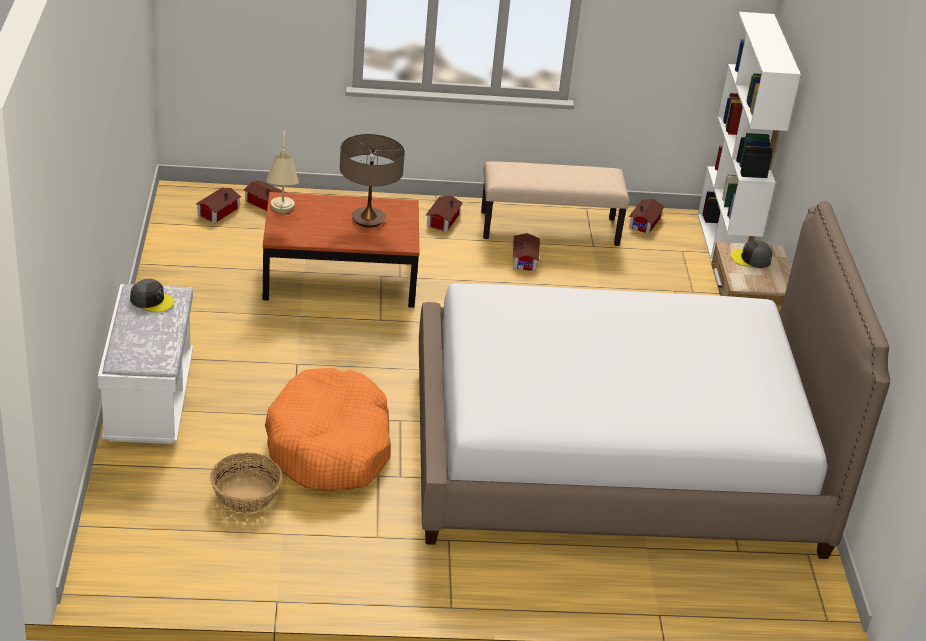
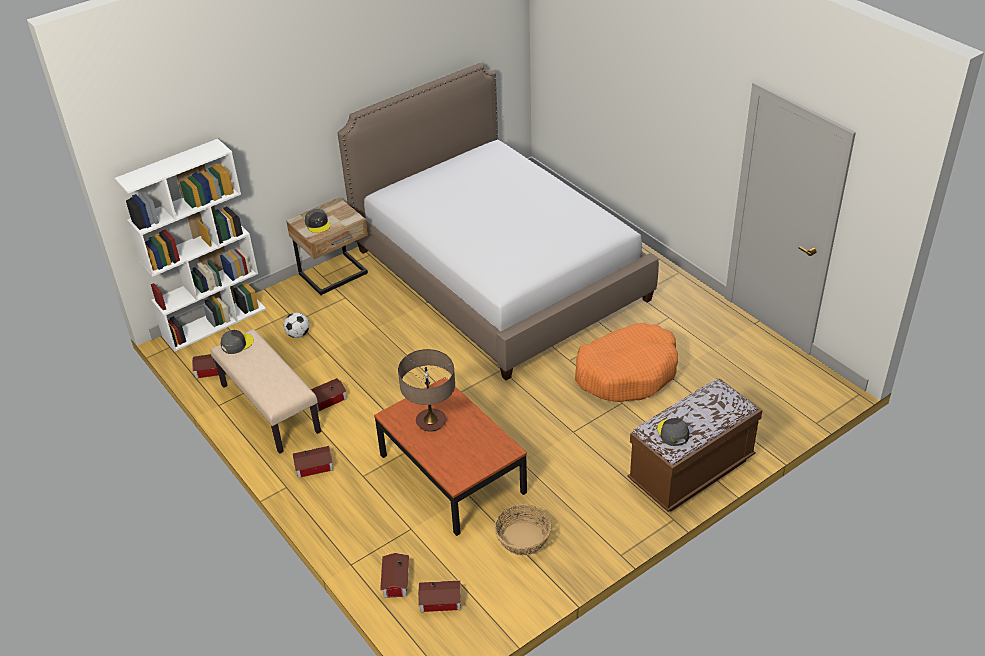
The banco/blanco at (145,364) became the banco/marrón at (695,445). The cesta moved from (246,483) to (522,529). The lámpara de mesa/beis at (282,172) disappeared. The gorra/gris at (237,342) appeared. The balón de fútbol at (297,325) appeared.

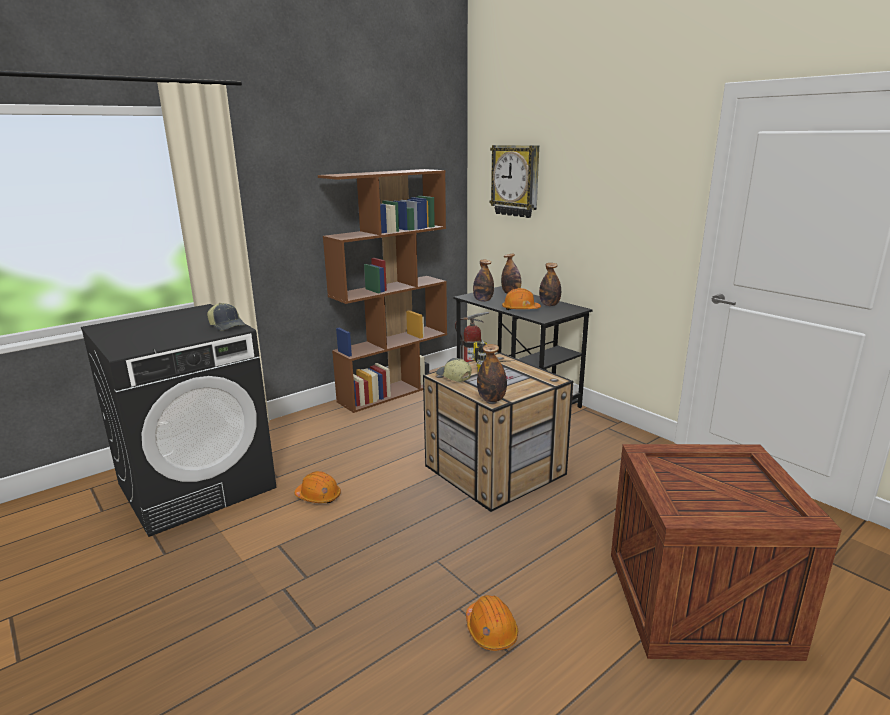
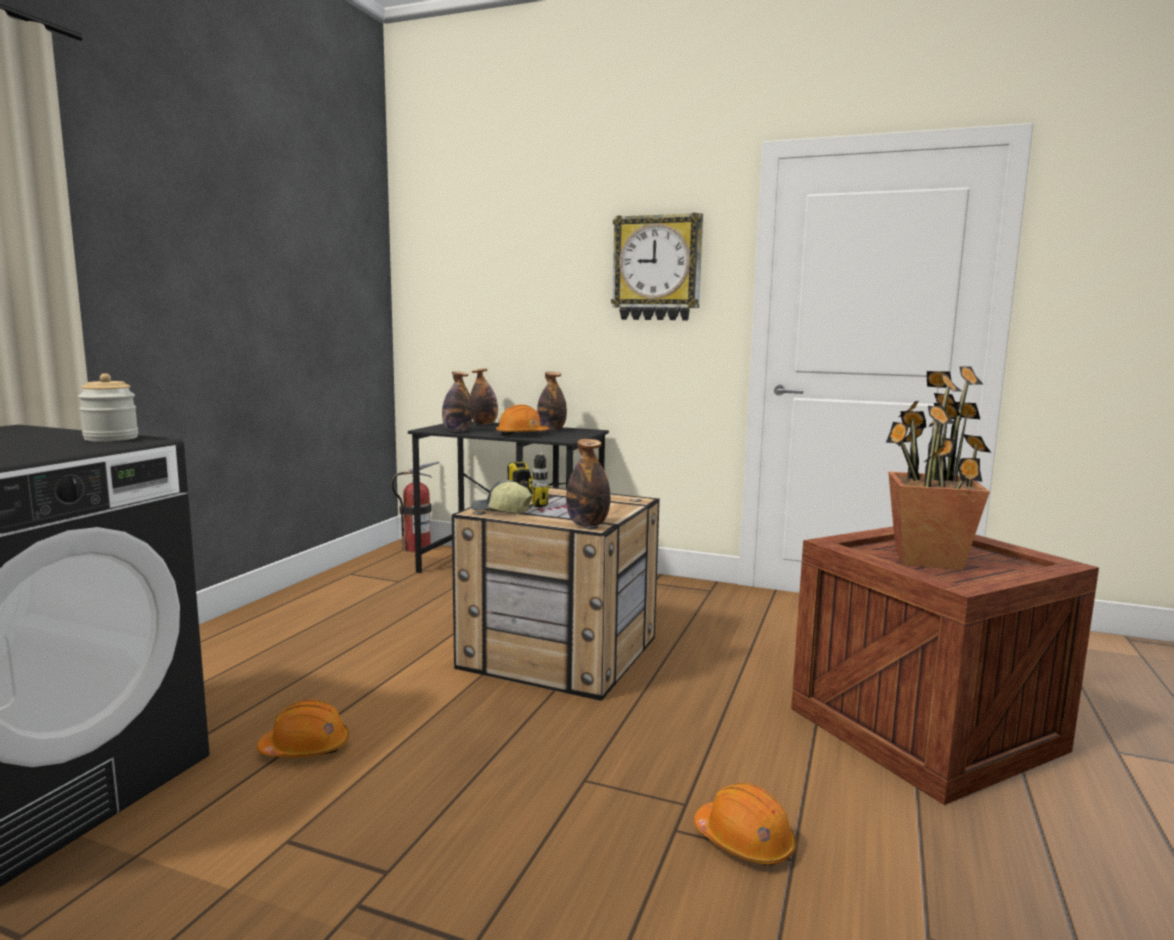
The gorra at (226,317) was replaced by the tarro at (108,407). The estantería/marrón at (382,291) disappeared. The reloj de pared moved from (514,181) to (657,266). The planta en maceta at (938,468) appeared.

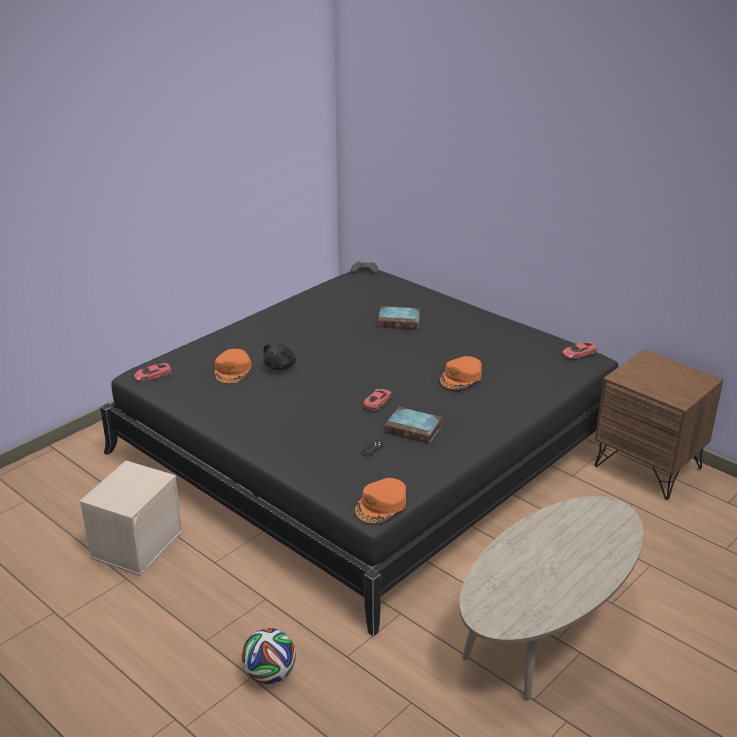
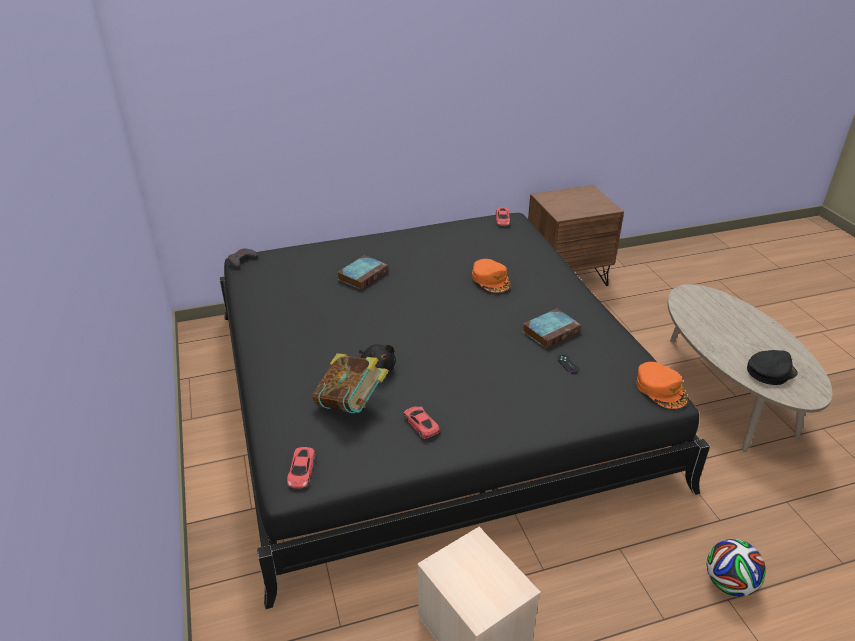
The gorra/naranja at (233,366) was replaced by the libro at (350,383). The coche de juguete/rojo moved from (377,399) to (421,423). The gorra/negro at (772,367) appeared.

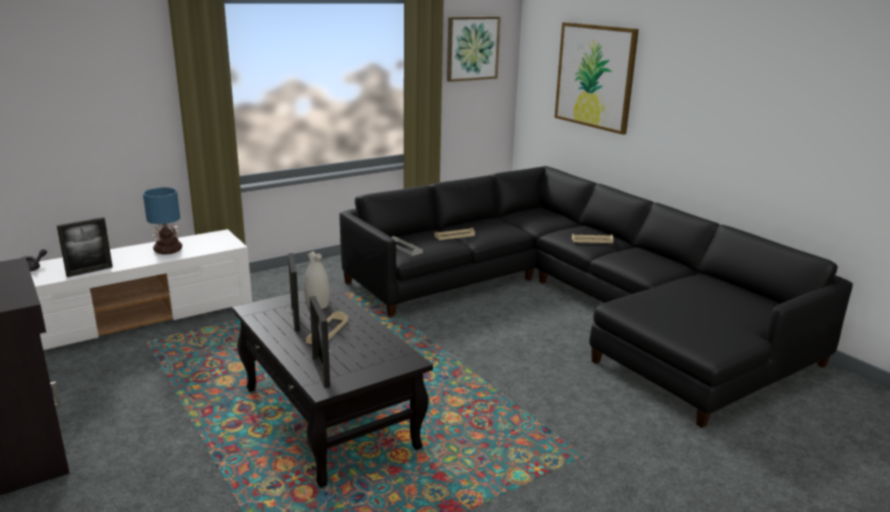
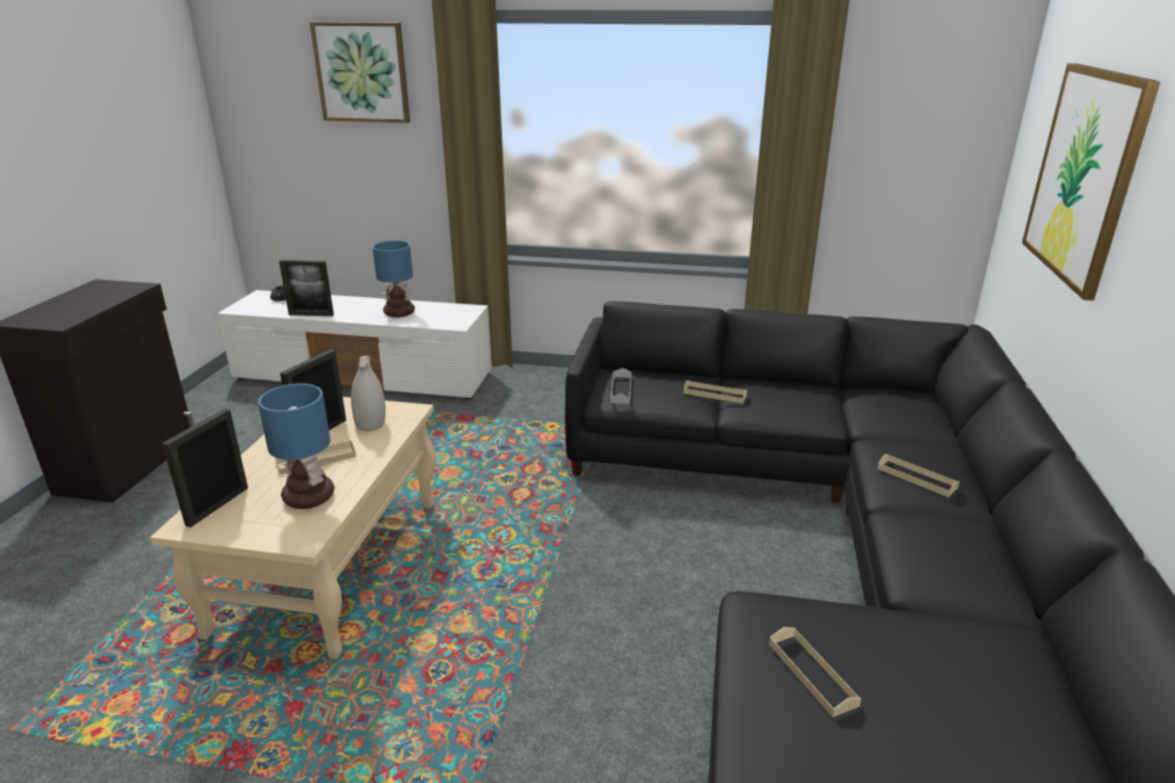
The mesa de centro/negro at (332,386) became the mesa de centro/beis at (293,528). The cuadro moved from (474,49) to (360,72). The lámpara de mesa at (296,446) appeared. The bandeja/beis at (815,672) appeared.

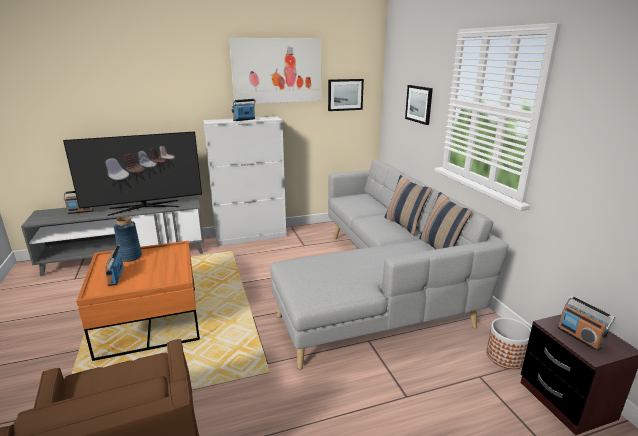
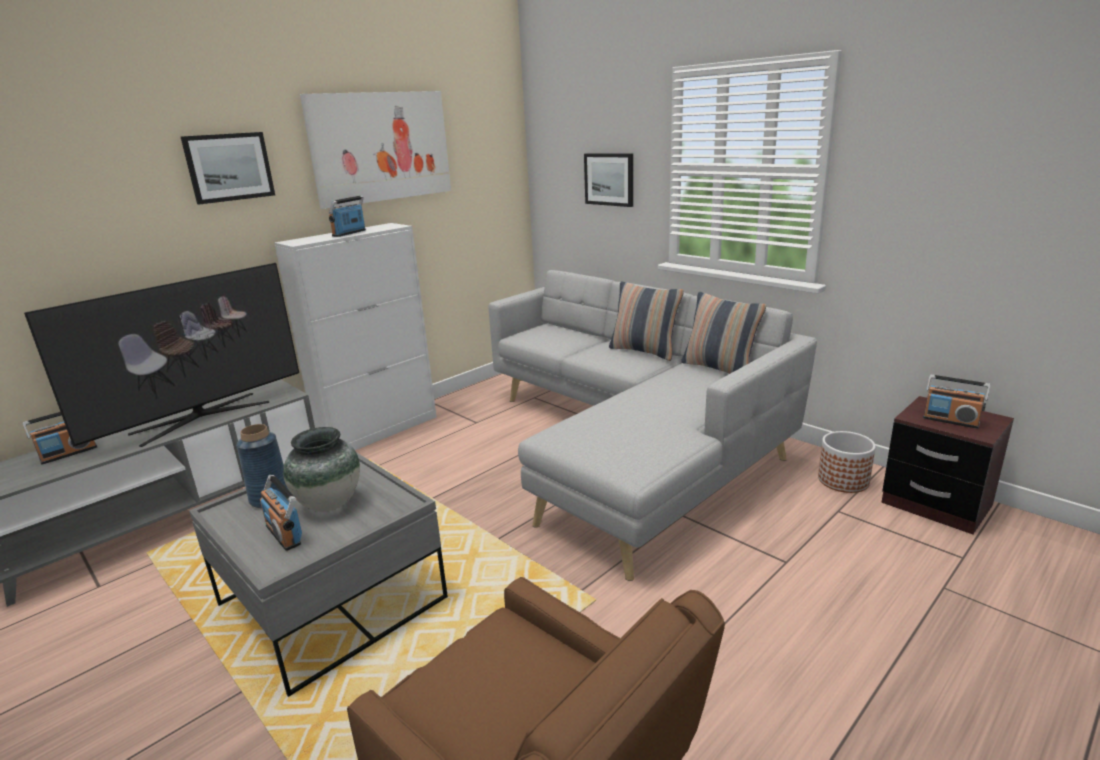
The mesa de centro/naranja at (138,301) became the mesa de centro/gris at (318,574). The cuadro moved from (346,95) to (228,168). The florero at (321,469) appeared.

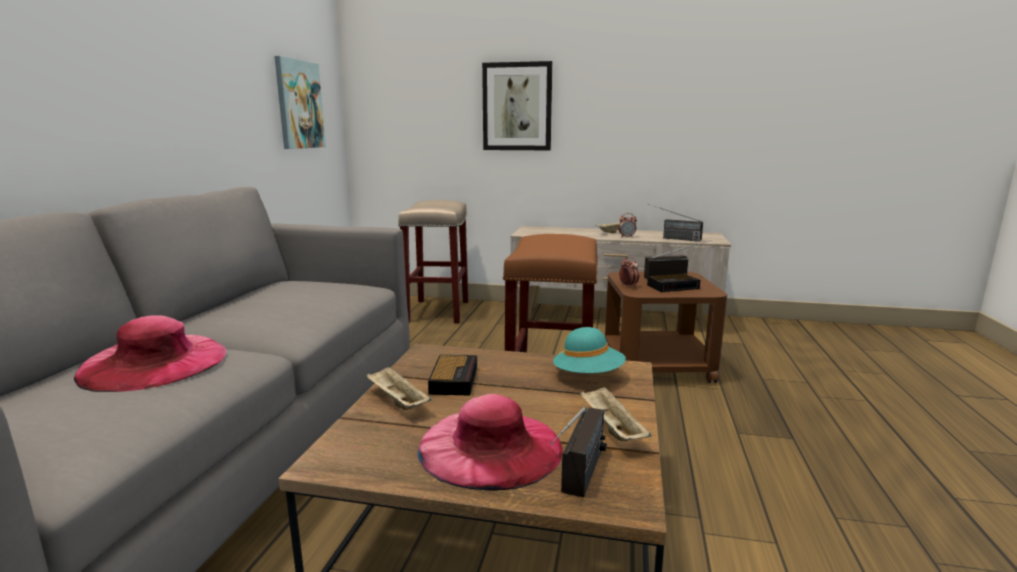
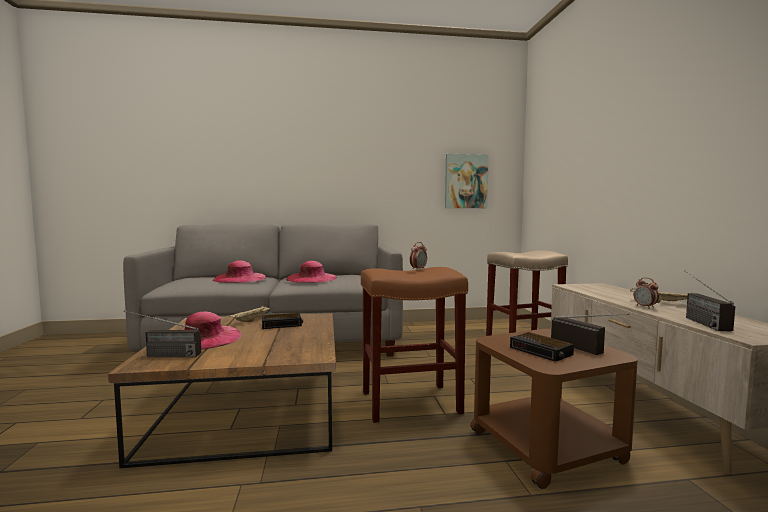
The cuadro at (517,105) disappeared. The sombrero/turquesa at (589,350) disappeared. The bandeja/beis at (616,413) disappeared. The despertador moved from (629,272) to (418,256). The sombrero/rosa at (311,272) appeared.

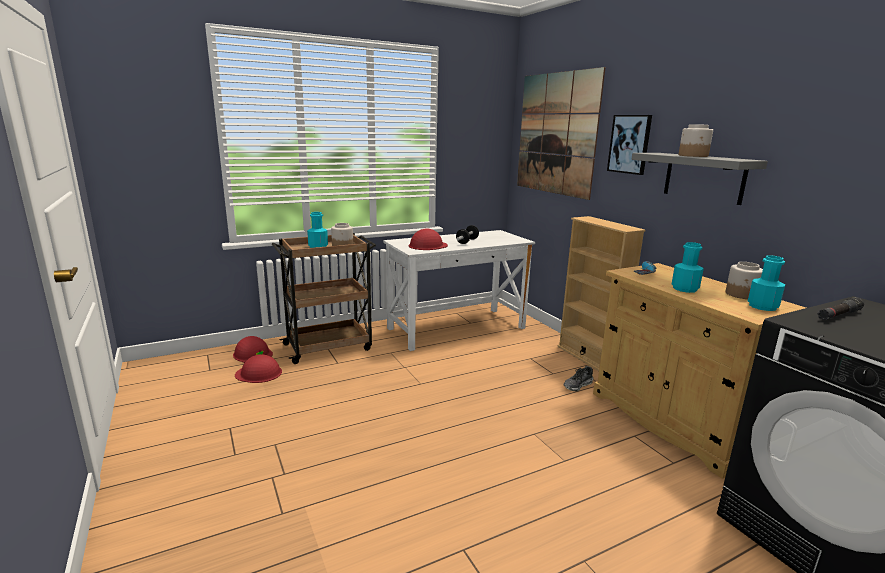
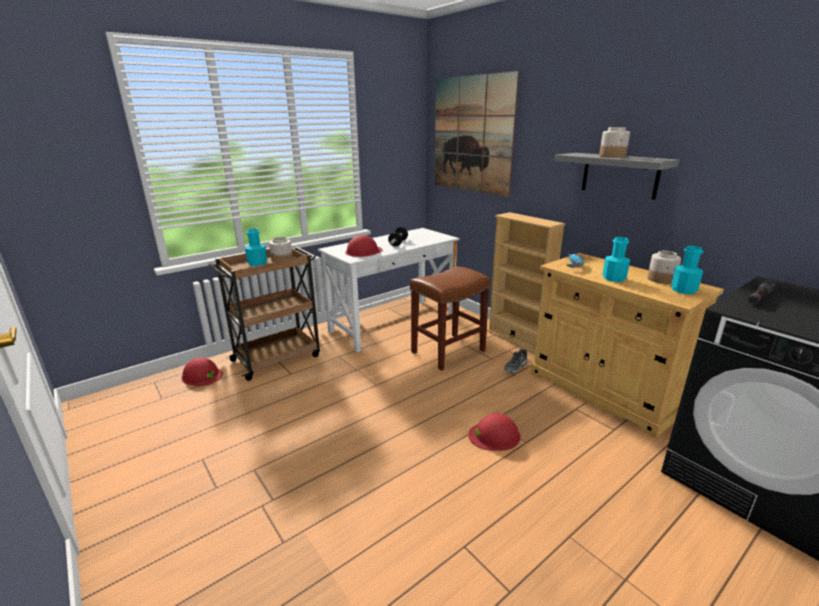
The casco/rojo moved from (258,368) to (494,432). The cuadro at (629,145) disappeared. The taburete/marrón at (450,318) appeared.

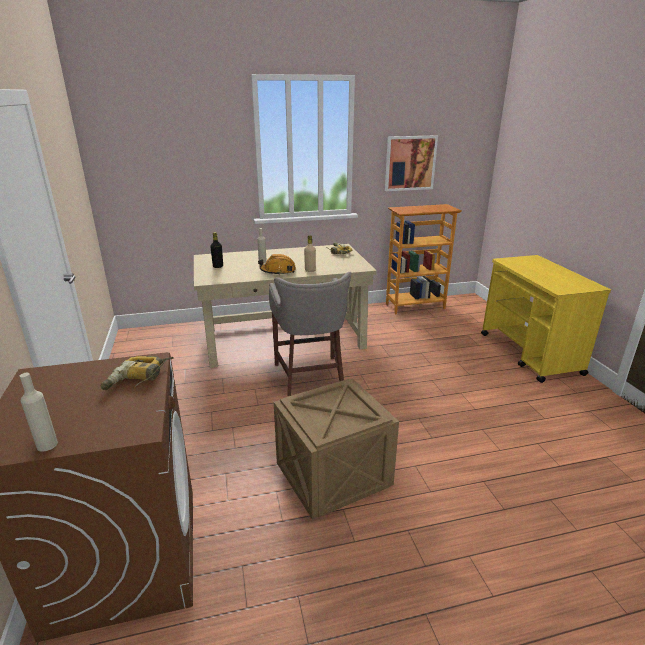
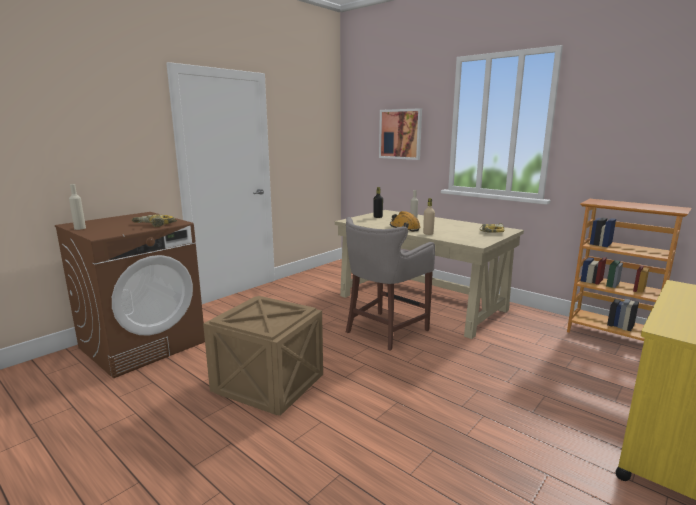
The cuadro moved from (411,163) to (400,134).

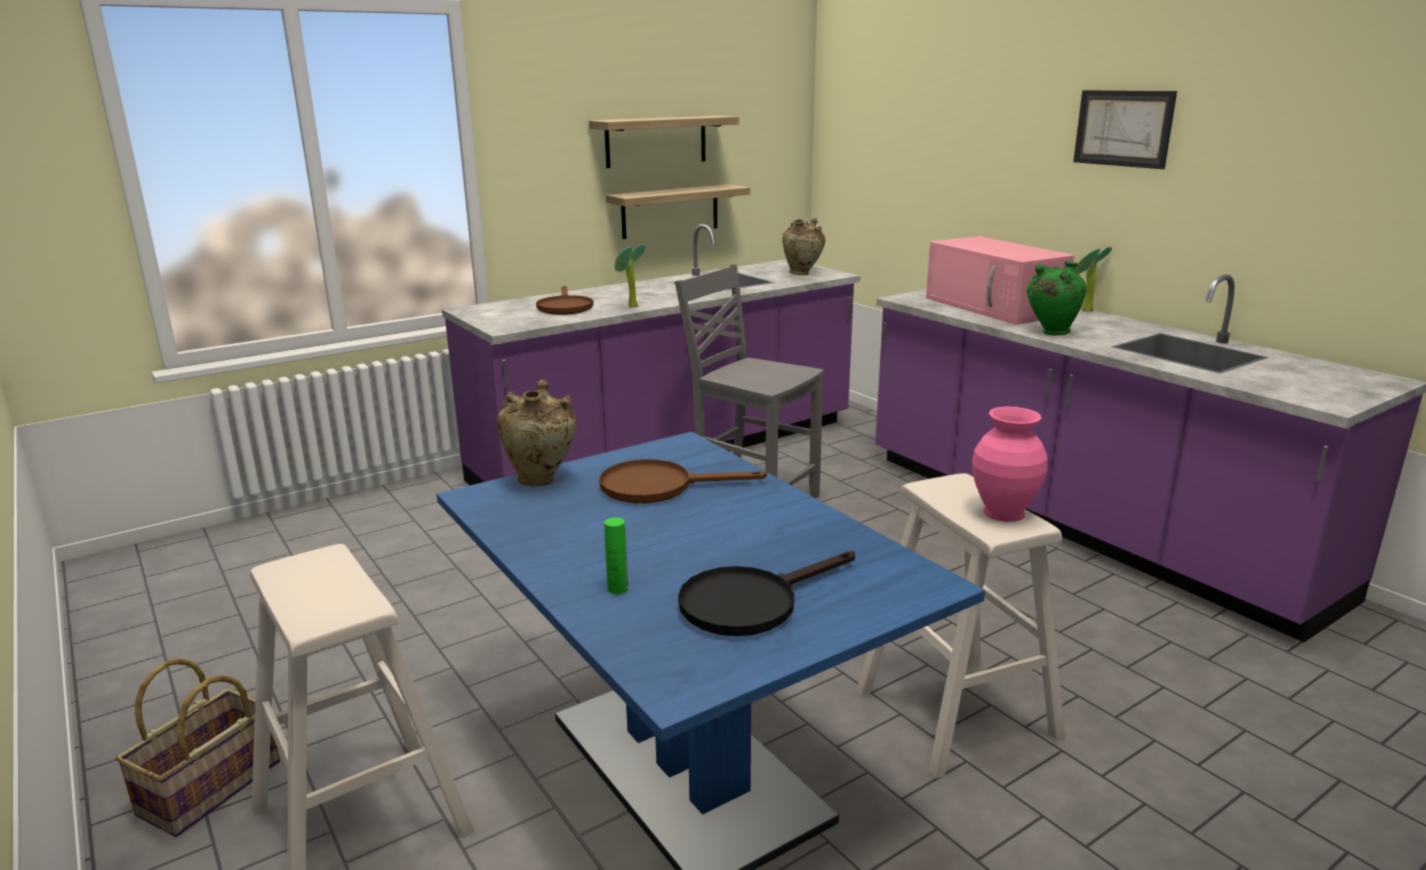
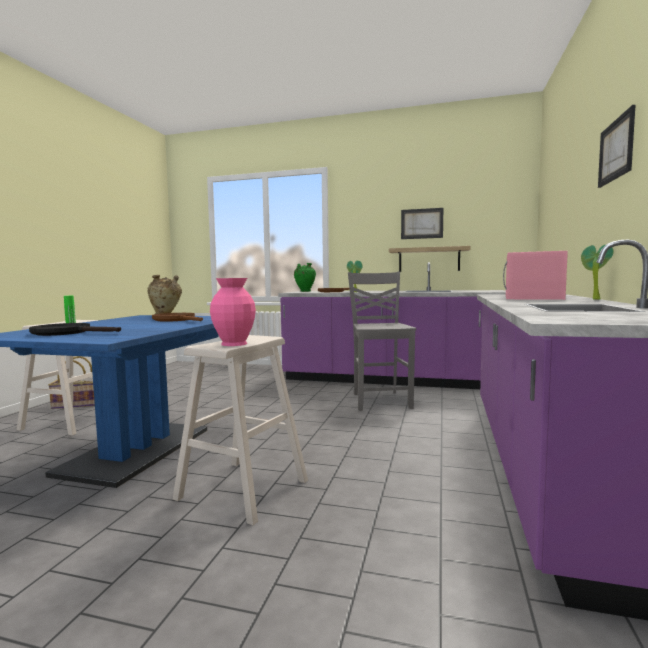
The estante at (664,142) was replaced by the cuadro at (422,223). The florero/beis at (804,246) disappeared. The florero/verde moved from (1057,298) to (305,277).

